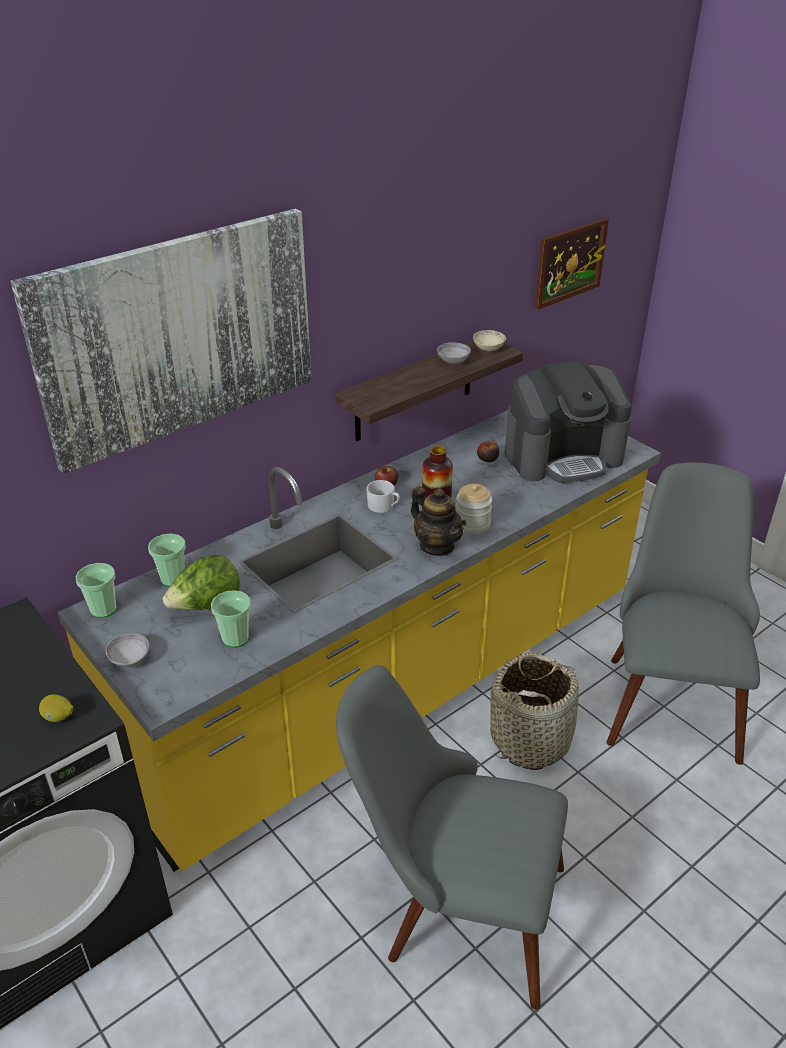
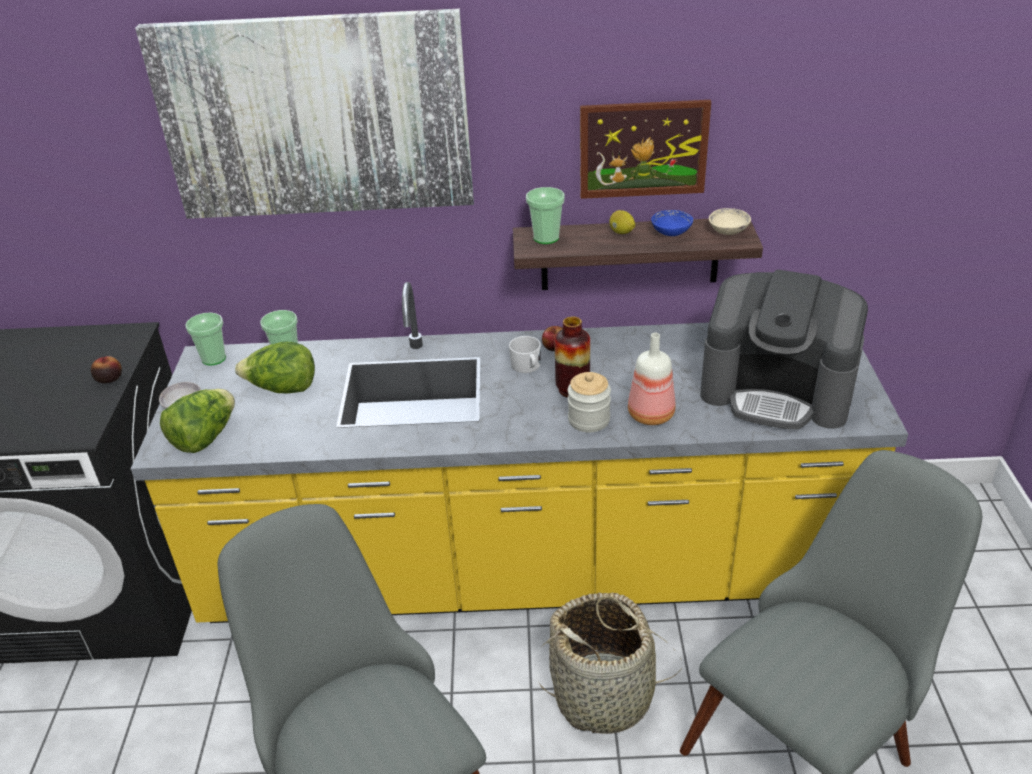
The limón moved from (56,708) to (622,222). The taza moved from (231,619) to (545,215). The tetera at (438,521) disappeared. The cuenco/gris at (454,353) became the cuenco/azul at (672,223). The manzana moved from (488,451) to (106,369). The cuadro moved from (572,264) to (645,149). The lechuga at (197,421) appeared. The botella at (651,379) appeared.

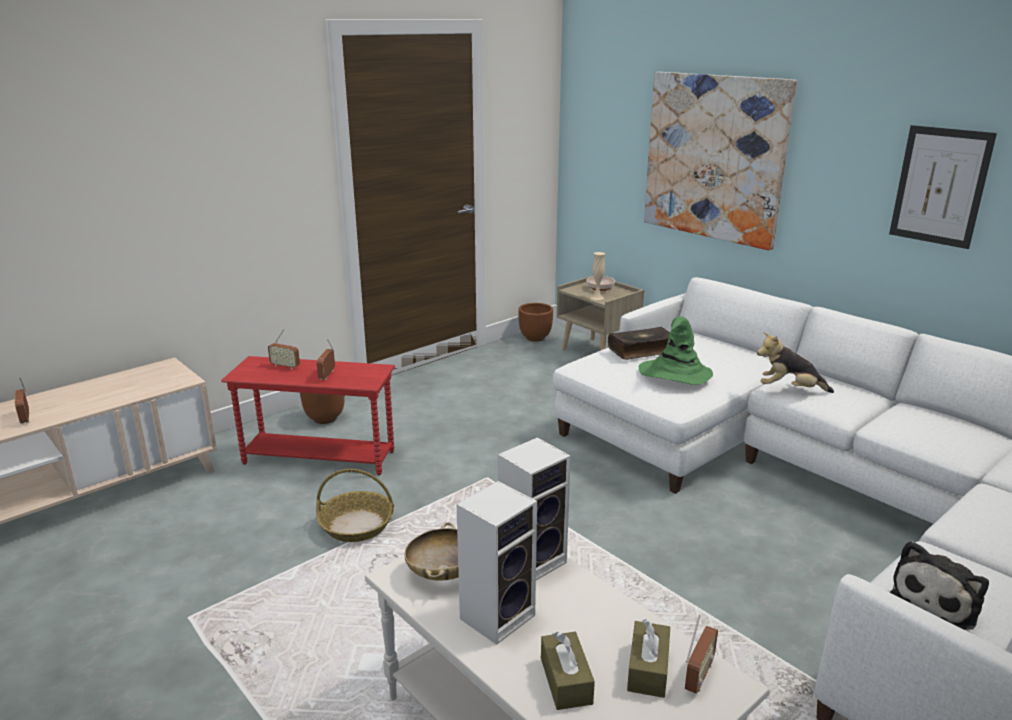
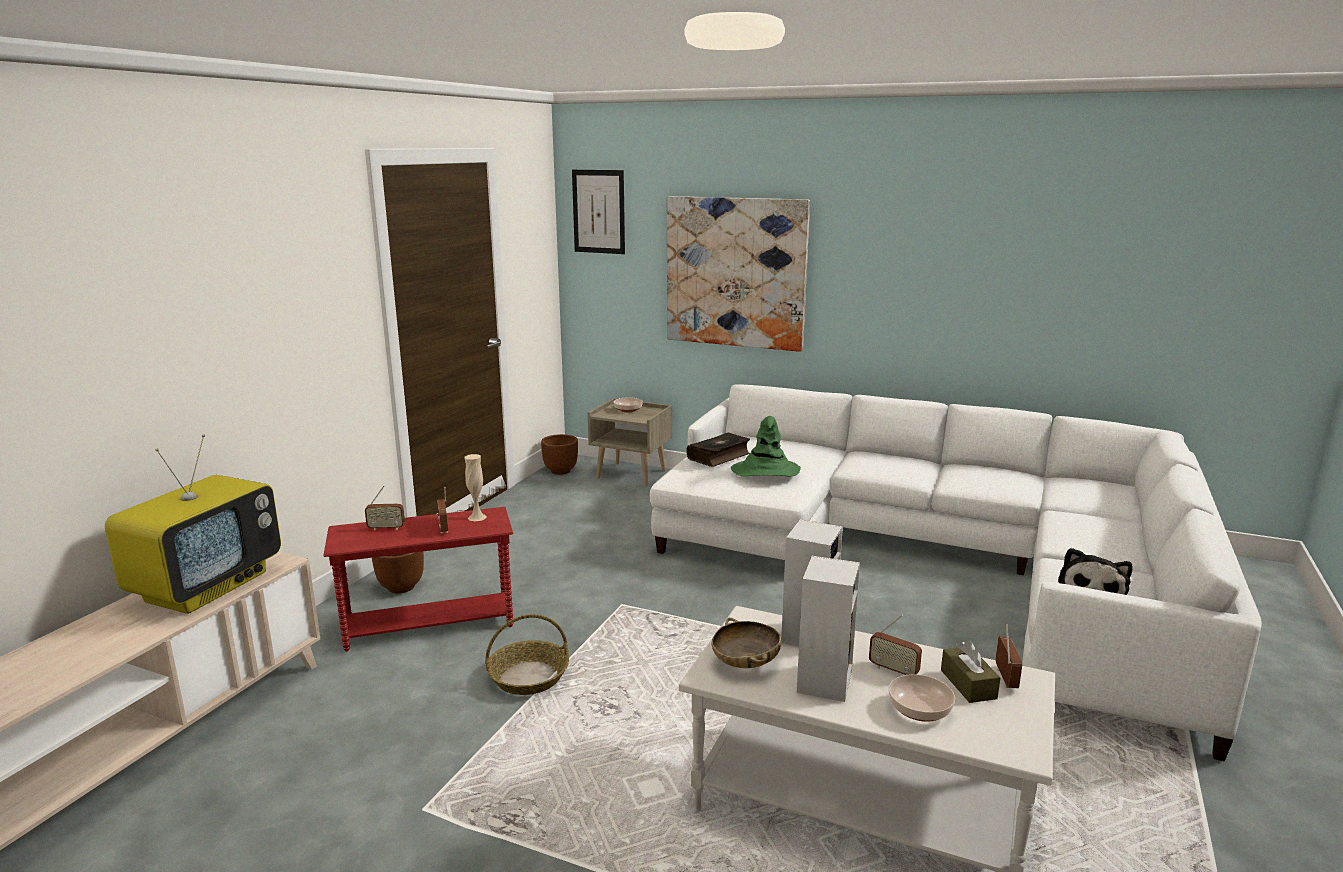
The radio moved from (22,400) to (895,645). The caja de pañuelos/marrón at (568,671) was replaced by the cuenco at (922,698). The florero/beis moved from (598,276) to (476,487). The peluche at (795,362) disappeared. The cuadro moved from (943,187) to (598,212). The televisor at (193,524) appeared.

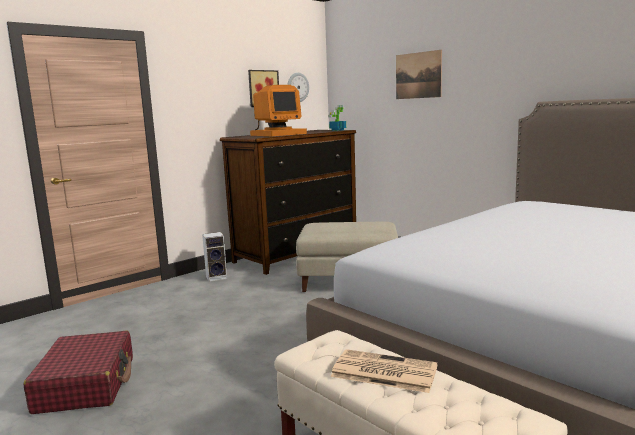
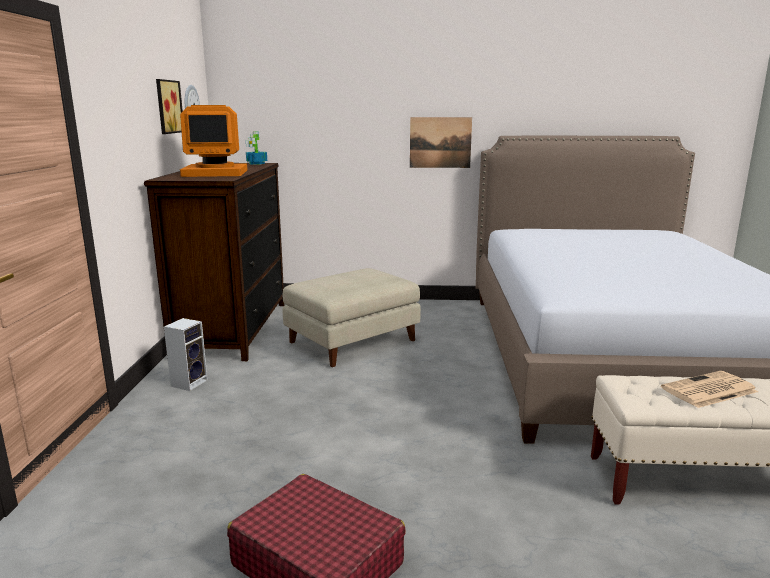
The monitor at (278,110) turned 75 degrees clockwise. The cuadro moved from (419,74) to (441,142).

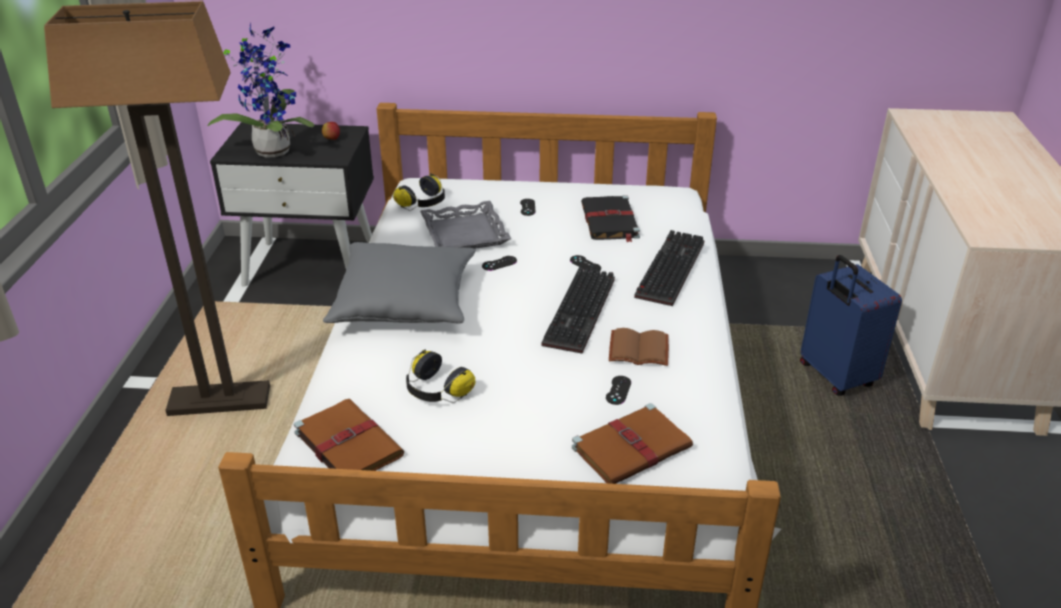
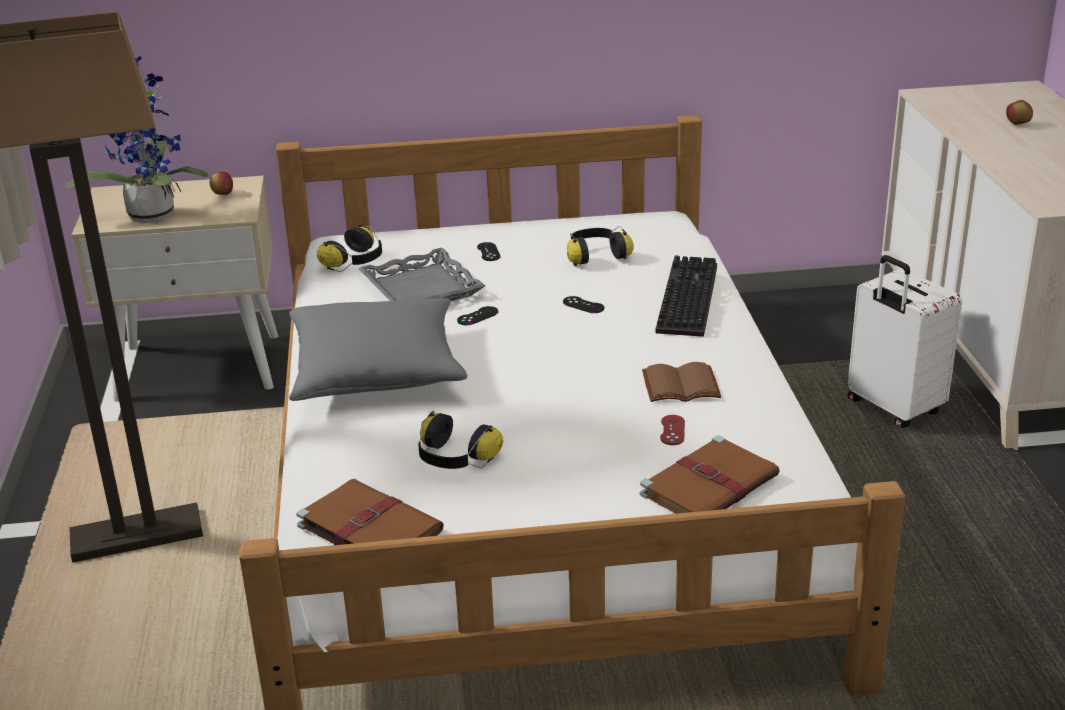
The mesita de noche/negro at (292,204) became the mesita de noche/beis at (175,289). The teclado at (578,310) disappeared. The libro/negro at (610,218) was replaced by the auriculares at (600,246). The mando de consola/negro at (618,390) became the mando de consola/rojo at (672,430). The maleta/azul at (851,325) became the maleta/blanco at (905,341). The manzana at (1019,112) appeared.

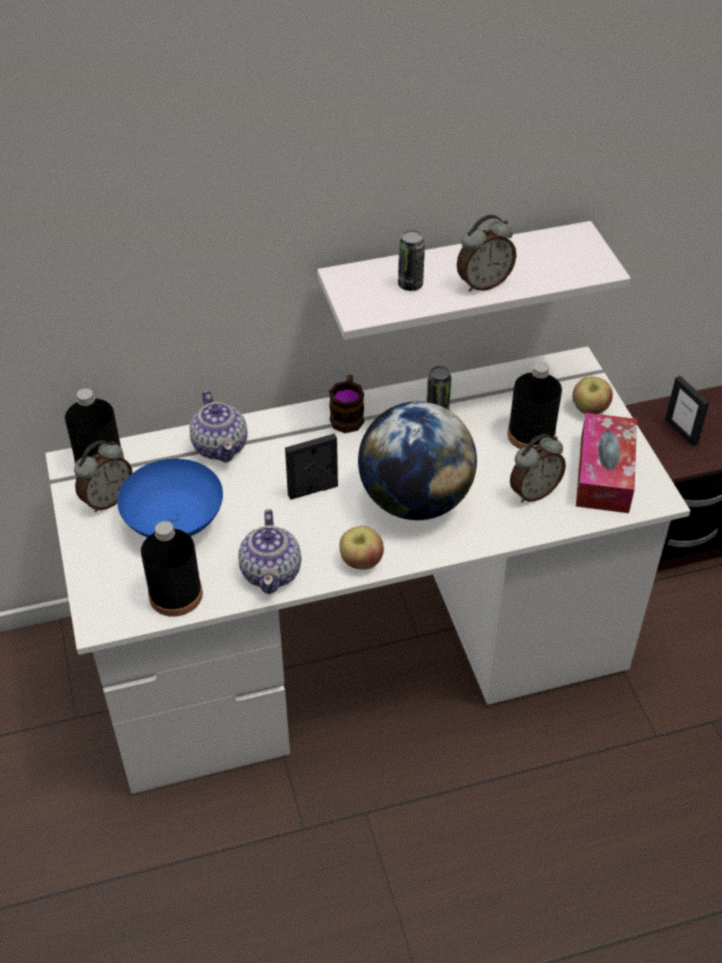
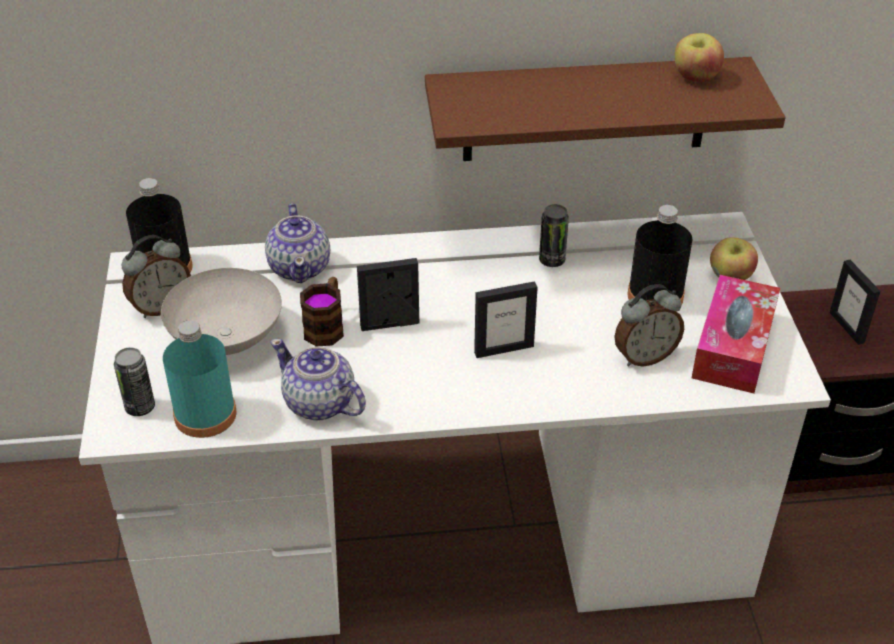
The cuenco/azul at (170,498) became the cuenco/blanco at (221,311). The botella/negro at (172,569) became the botella/turquesa at (200,379). The tetera at (269,551) turned 120 degrees clockwise. The estante/blanco at (474,280) became the estante/marrón at (605,109). The taza grande moved from (346,404) to (322,311). The manzana moved from (362,548) to (699,57). The globo terráqueo at (417,460) was replaced by the portarretratos at (506,319). The lata moved from (411,260) to (134,381). The despertador at (487,253) disappeared.

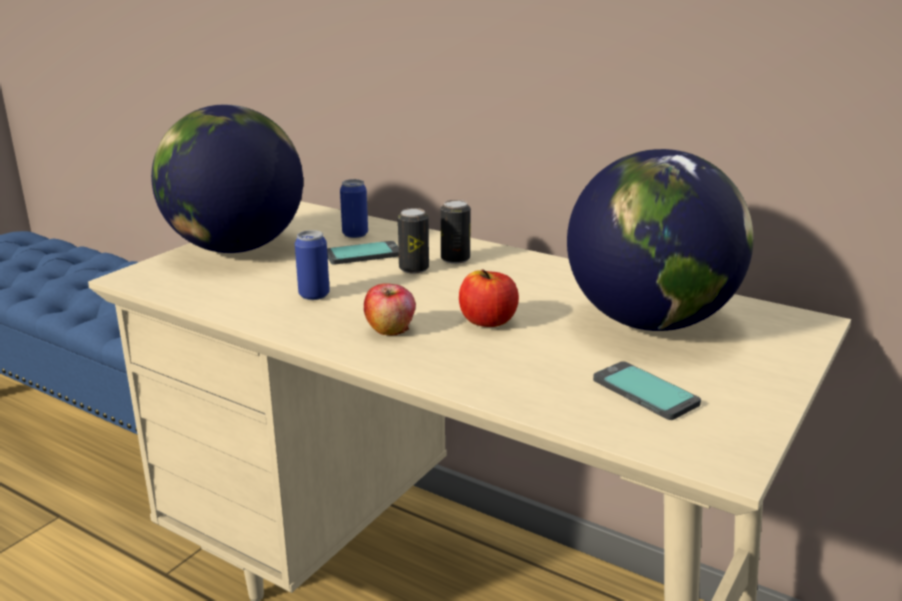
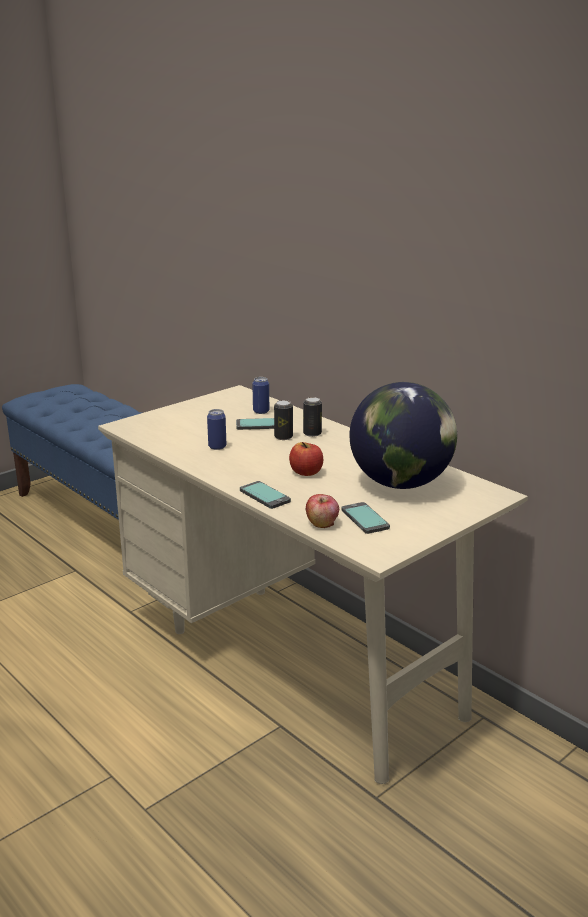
The globo terráqueo at (227,178) disappeared. The manzana moved from (390,309) to (322,511). The móvil at (265,495) appeared.

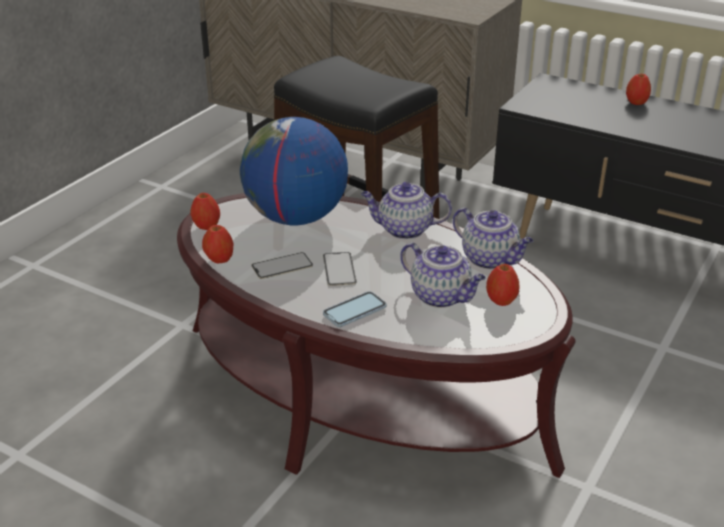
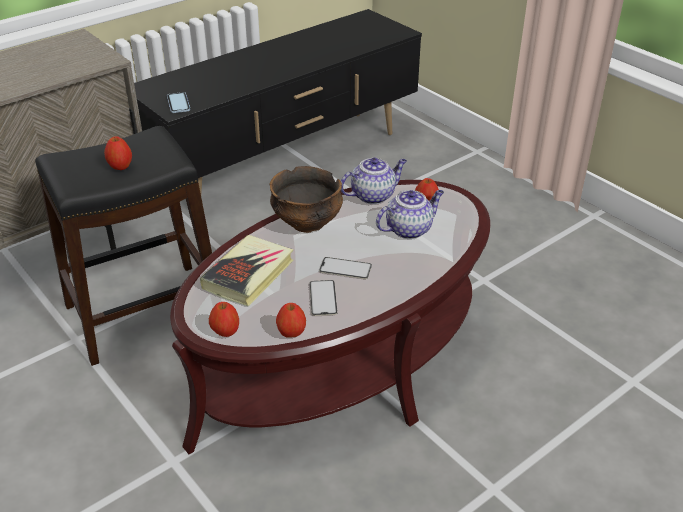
The globo terráqueo at (294,171) was replaced by the libro at (247,270). The móvil moved from (354,309) to (179,102). The tetera at (406,210) was replaced by the cuenco at (306,199). The manzana moved from (638,89) to (118,153).

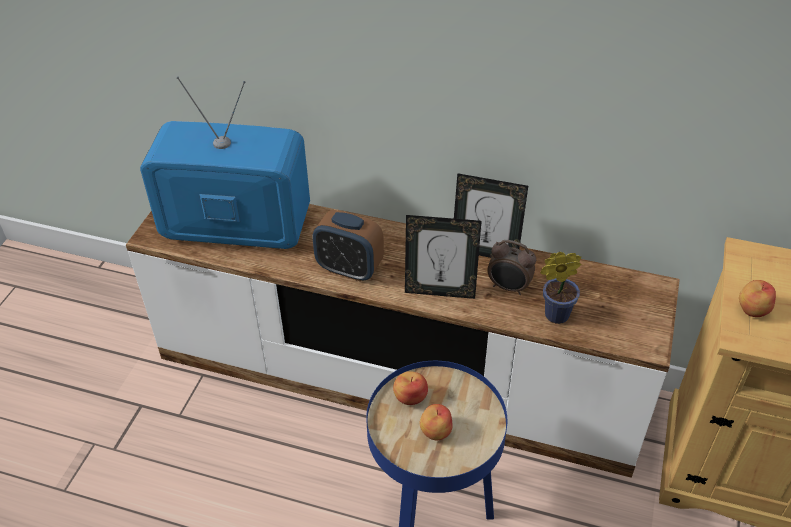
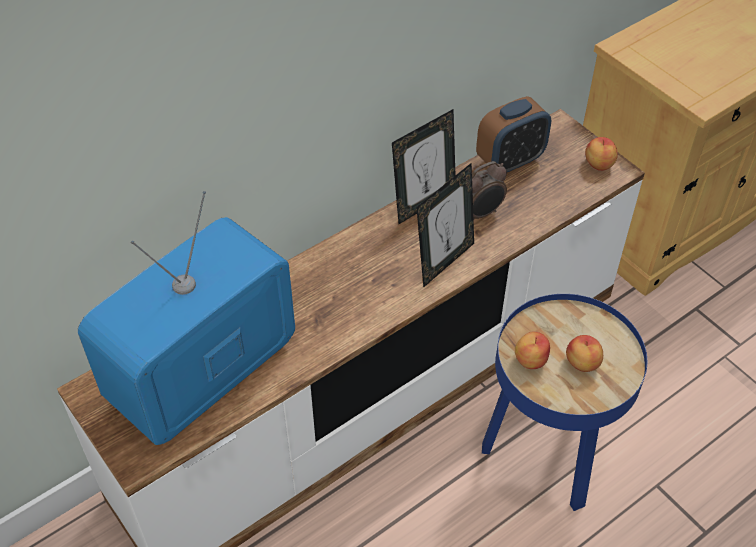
The despertador moved from (348,246) to (513,134). The planta en maceta at (560,288) disappeared. The manzana moved from (757,298) to (601,154).

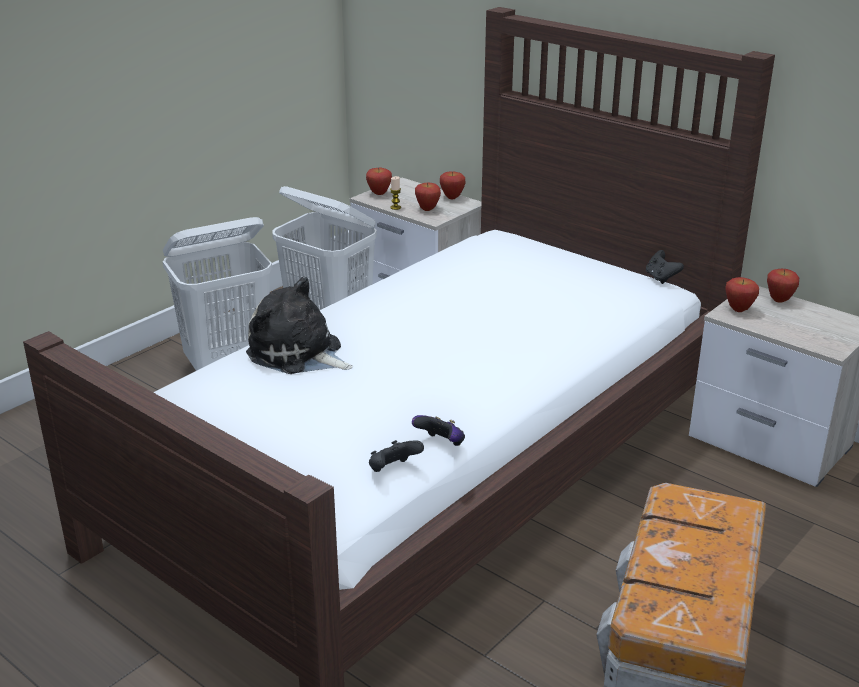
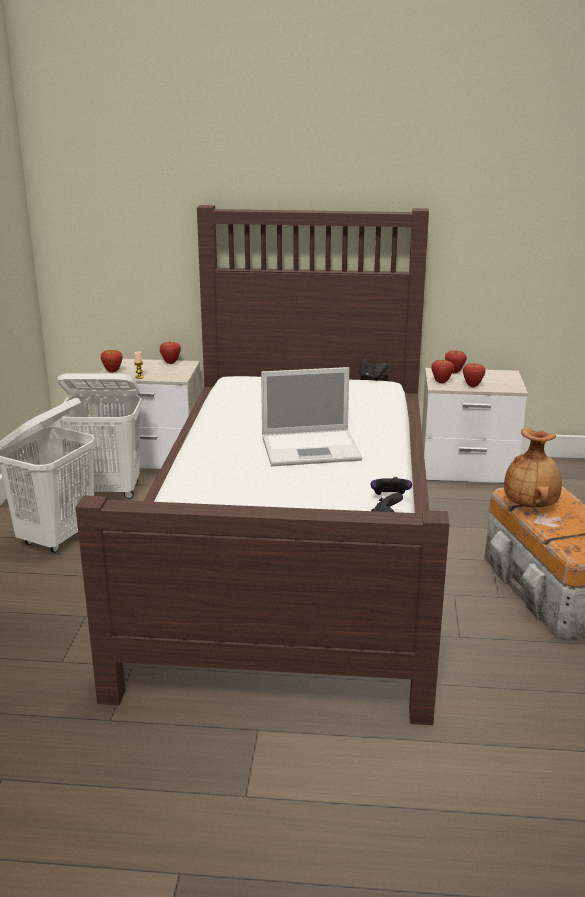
The peluche at (299,325) disappeared. The manzana moved from (428,197) to (474,375). The portátil at (311,416) appeared. The florero/marrón at (533,468) appeared.

